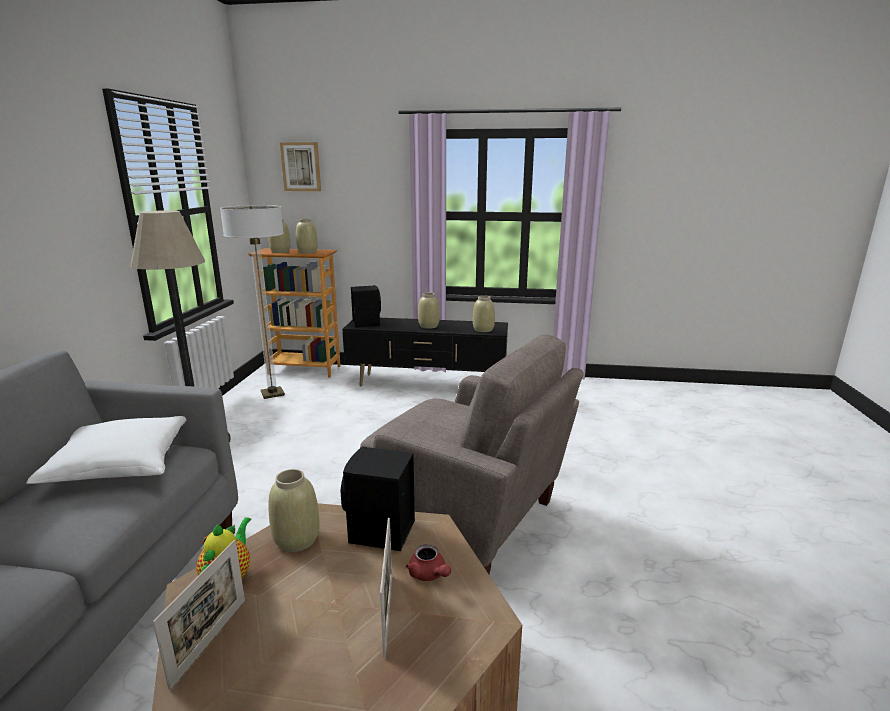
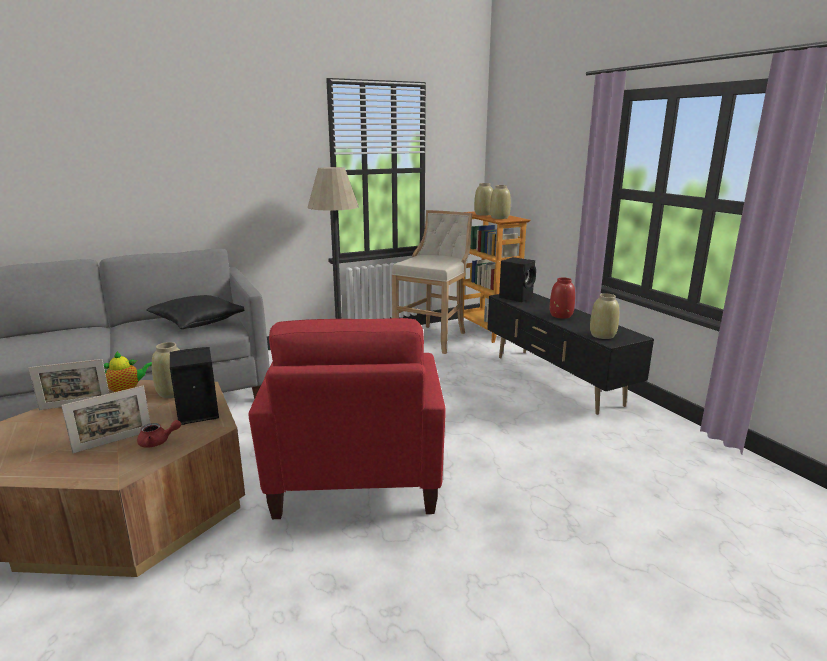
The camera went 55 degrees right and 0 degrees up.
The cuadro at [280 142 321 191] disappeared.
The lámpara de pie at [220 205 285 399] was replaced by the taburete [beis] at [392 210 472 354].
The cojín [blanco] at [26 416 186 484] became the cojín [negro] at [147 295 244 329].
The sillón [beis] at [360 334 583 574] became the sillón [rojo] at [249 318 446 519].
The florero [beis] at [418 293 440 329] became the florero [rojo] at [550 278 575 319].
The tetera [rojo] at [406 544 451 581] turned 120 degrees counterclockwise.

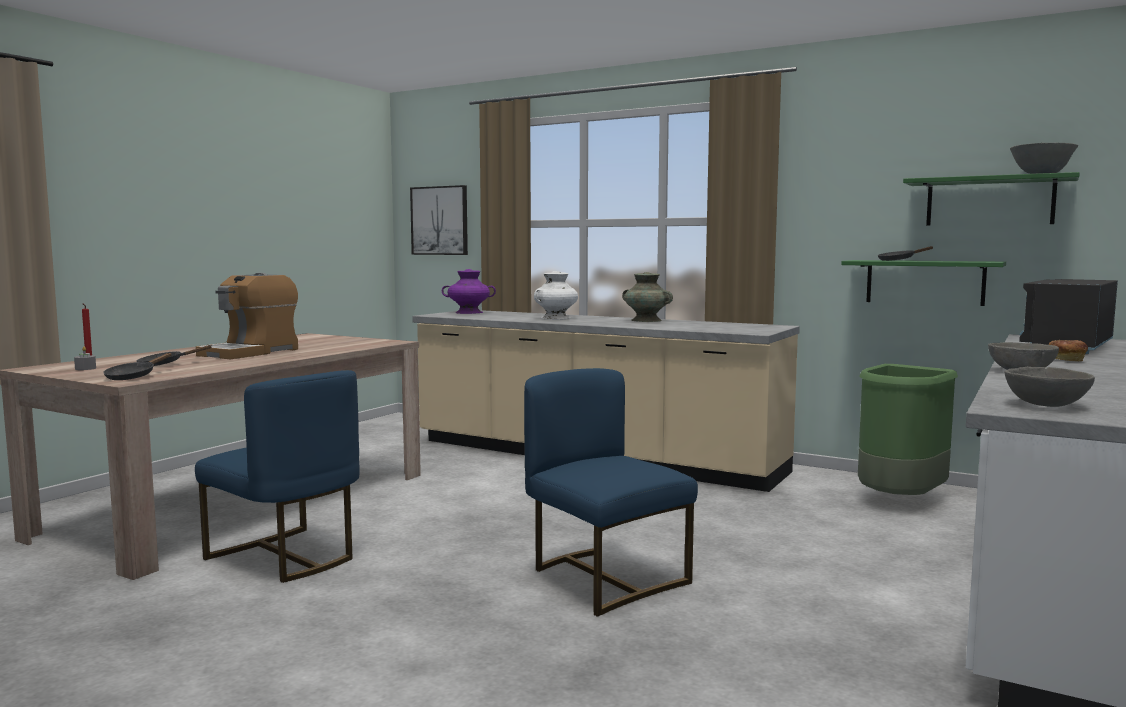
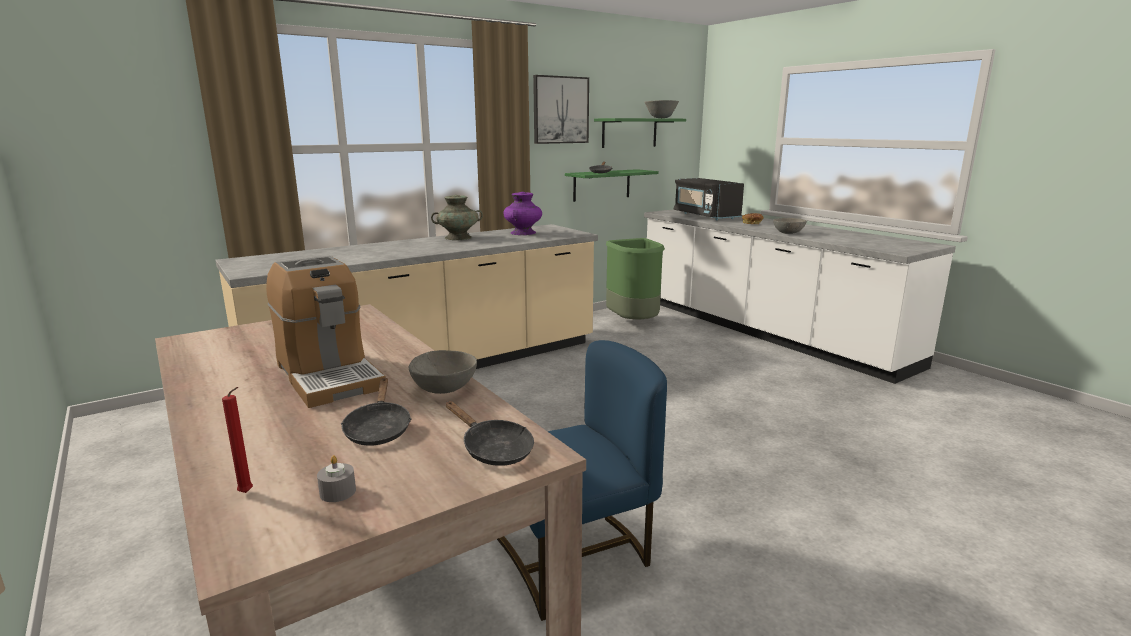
The camera went 65 degrees left and 10 degrees up.
The silla [azul] at [524 368 698 617] disappeared.
The florero [blanco] at [534 271 578 320] disappeared.
The cuadro moved from [410 185 468 255] to [533 75 589 144].
The florero [morado] moved from [442 269 496 314] to [503 192 542 235].
The cuenco [gris] moved from [1004 367 1095 407] to [409 350 477 394].

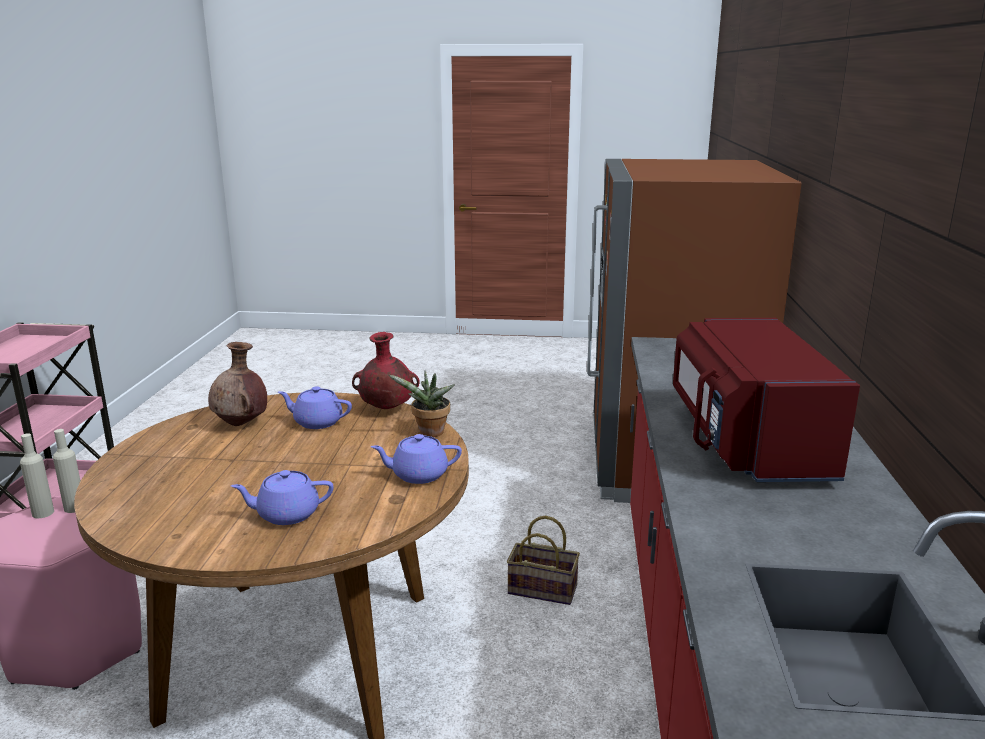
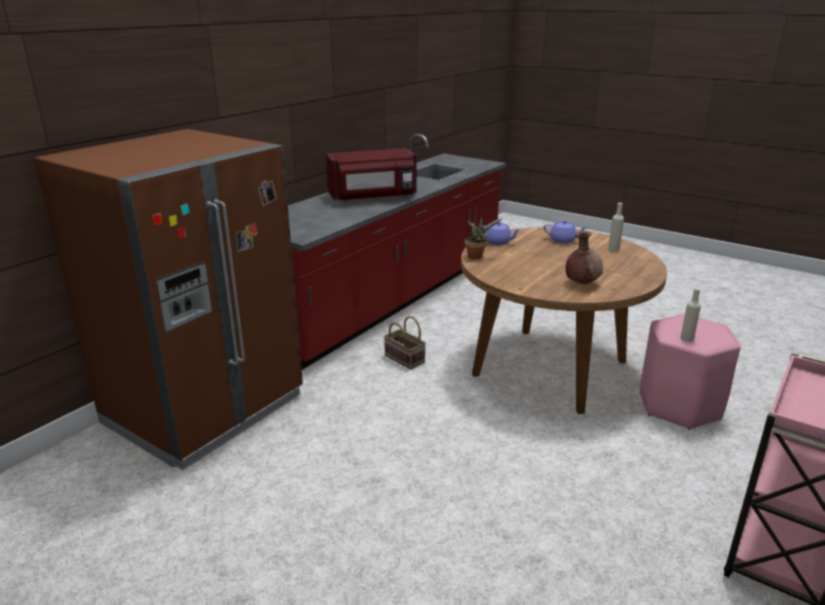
The camera went 150 degrees left and 5 degrees up.
The tetera [morado] at [278 386 352 429] disappeared.
The florero [rojo] at [352 332 420 409] disappeared.
The botella [beis] moved from [20 433 54 518] to [608 203 624 251].
The microondas [rojo] at [673 318 860 482] turned 45 degrees clockwise.

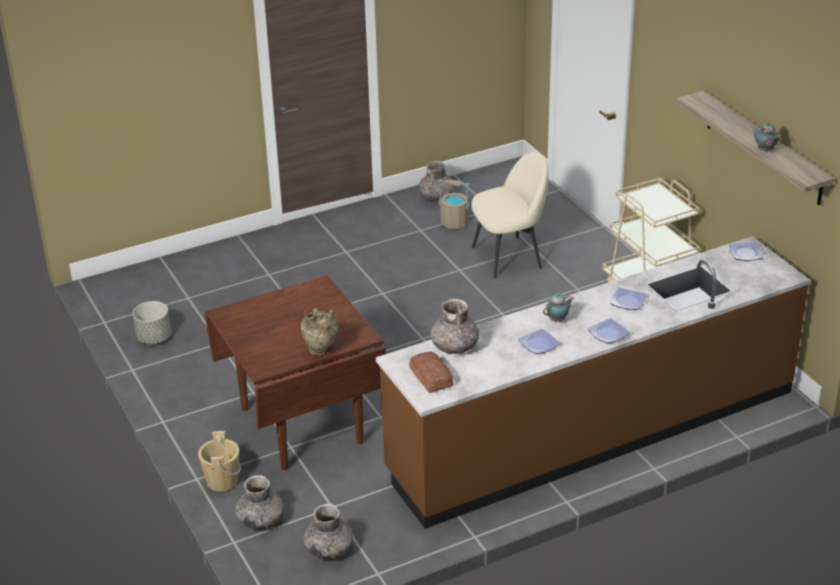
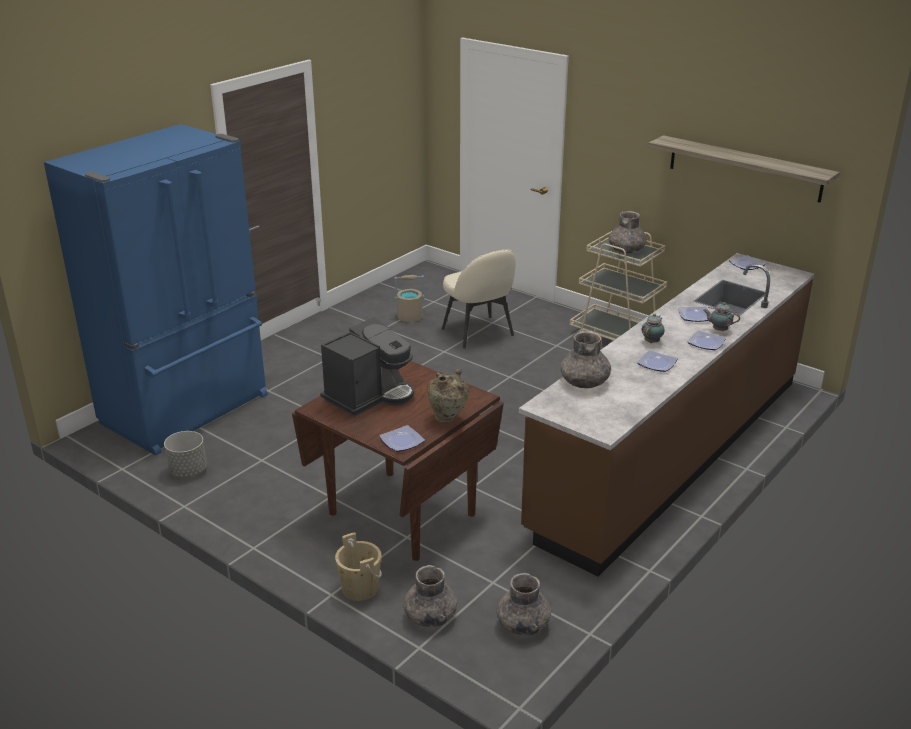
The camera went 25 degrees left and 5 degrees down.
The pan at [409 352 453 393] disappeared.
The nevera [azul] at [44 124 268 456] appeared.
The cafetera at [320 317 414 417] appeared.
The plato at [379 425 425 452] appeared.
The florero [gris] moved from [418 161 454 201] to [609 211 647 253].
The tetera moved from [751 122 782 151] to [703 302 740 331].
The silla [beis] at [471 152 549 279] turned 105 degrees clockwise.

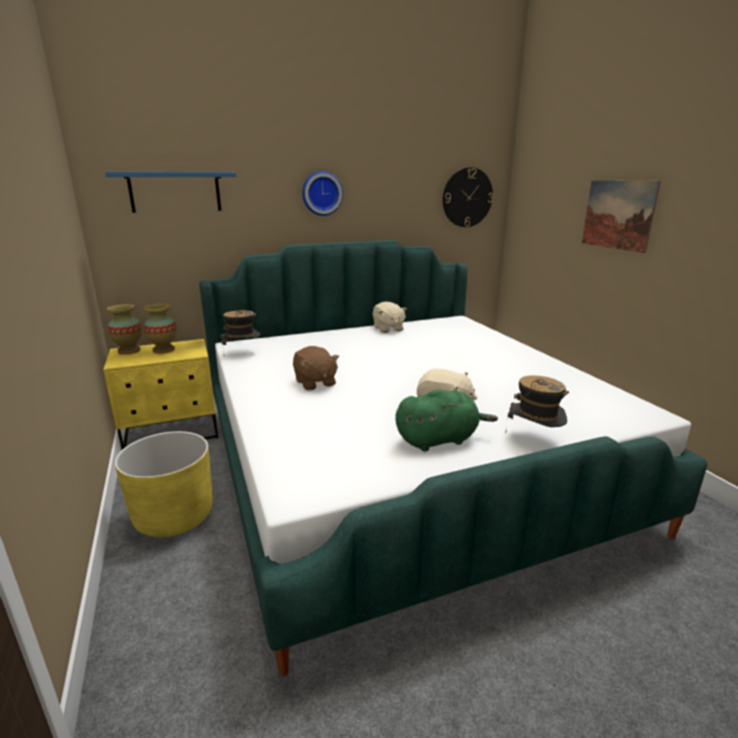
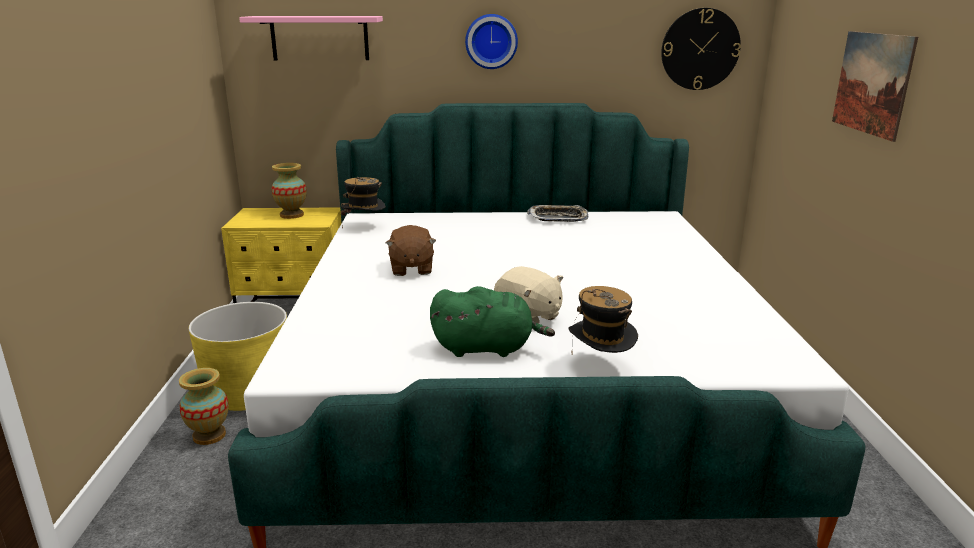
The camera went 20 degrees right and 0 degrees up.
The florero moved from [107 304 142 355] to [179 368 229 445].
The peluche [beis] at [373 301 407 333] was replaced by the bandeja at [527 205 588 222].
The estante [azul] at [105 172 236 213] became the estante [rosa] at [239 16 383 60].

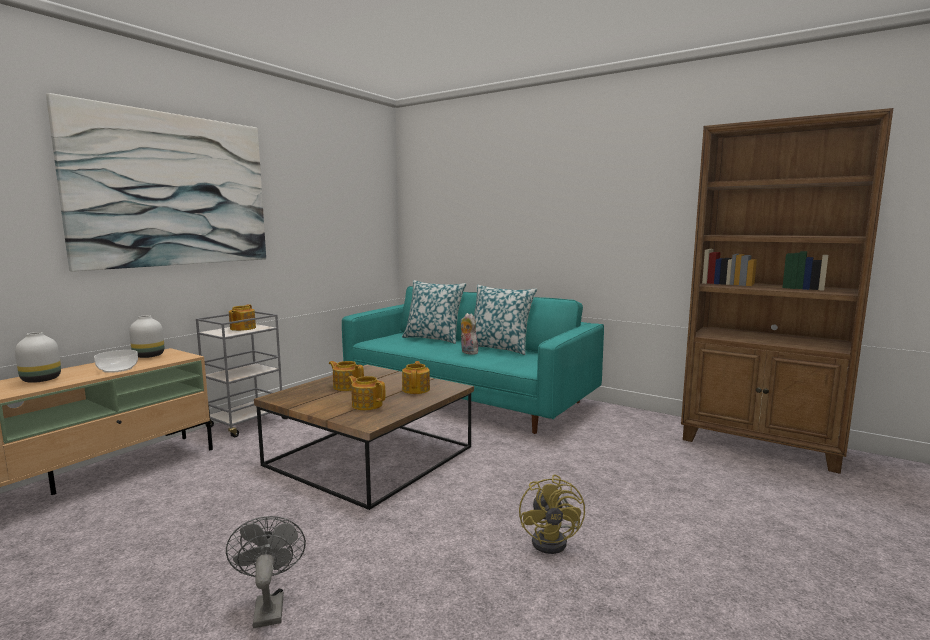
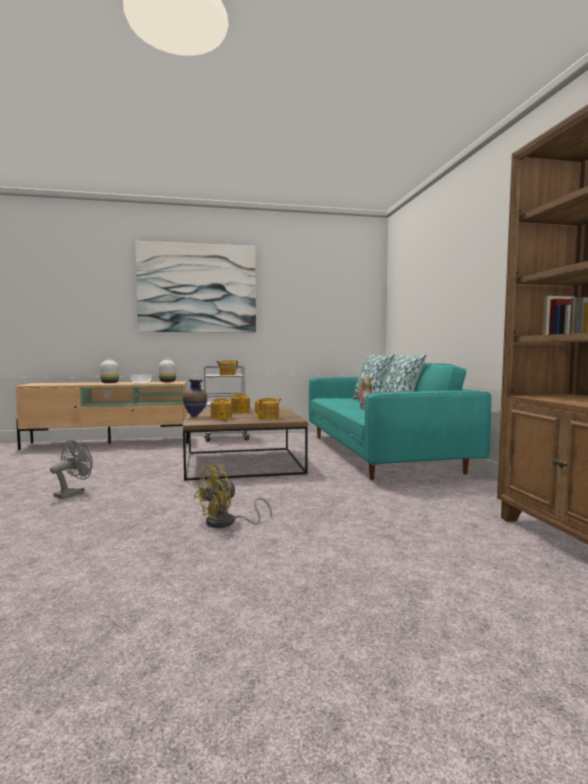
The camera went 45 degrees right and 5 degrees down.
The florero at [183 379 207 417] appeared.

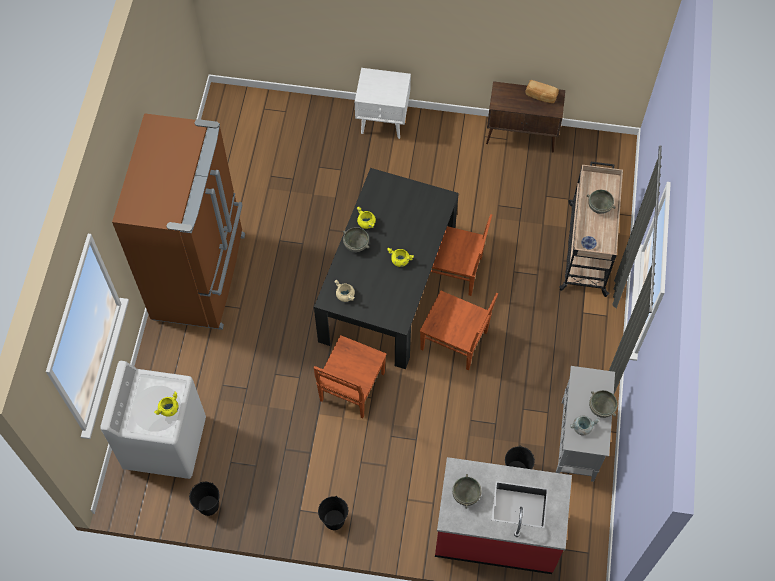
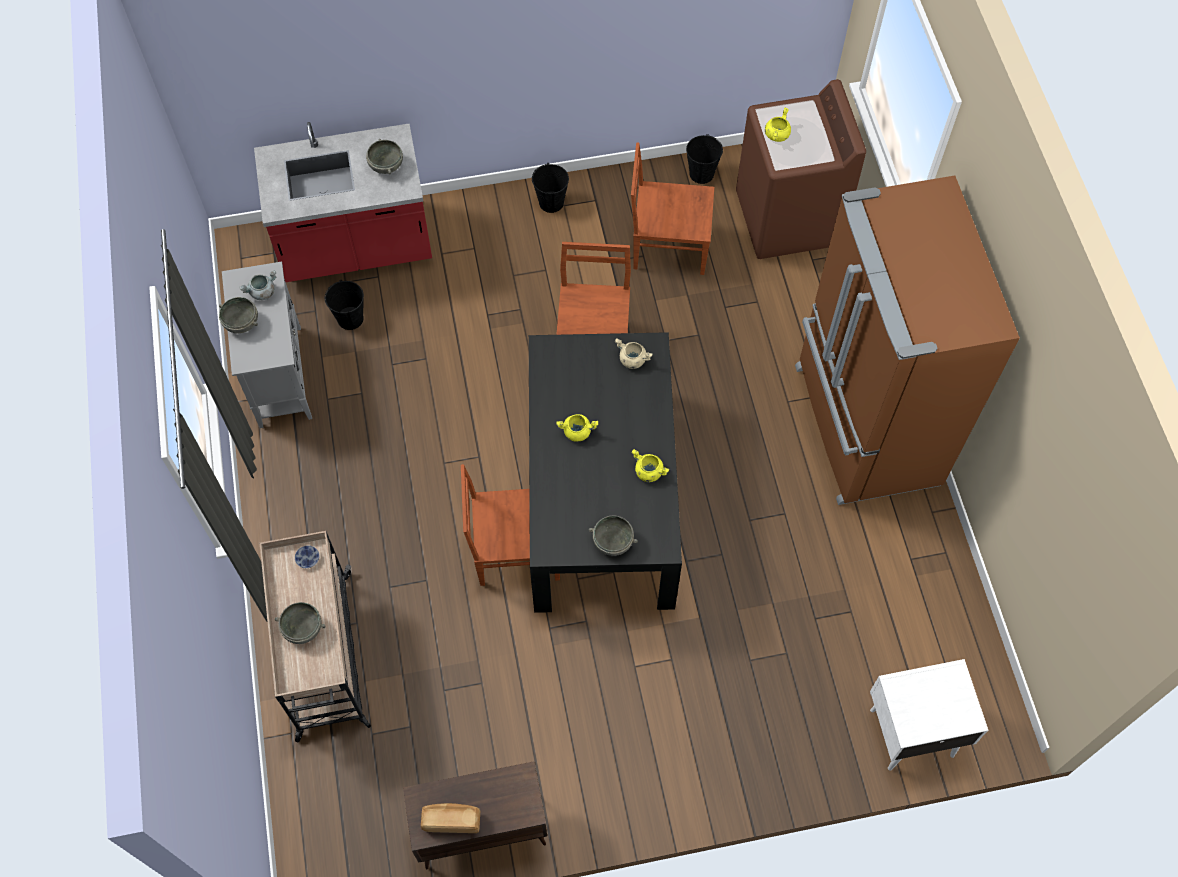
The camera went 160 degrees right and 0 degrees up.
The cuenco [gris] moved from [343 227 369 252] to [589 516 638 556].
The mesita de noche [blanco] moved from [355 68 411 139] to [870 659 988 771].
The silla [marrón] moved from [420 290 498 370] to [631 142 714 275].
The lavadora [blanco] at [100 361 206 479] became the lavadora [marrón] at [736 79 866 259].

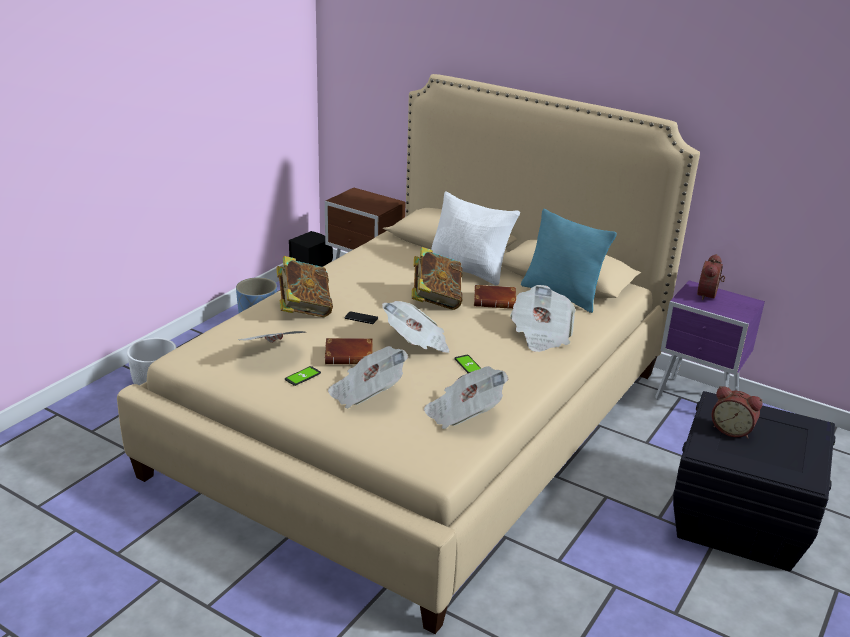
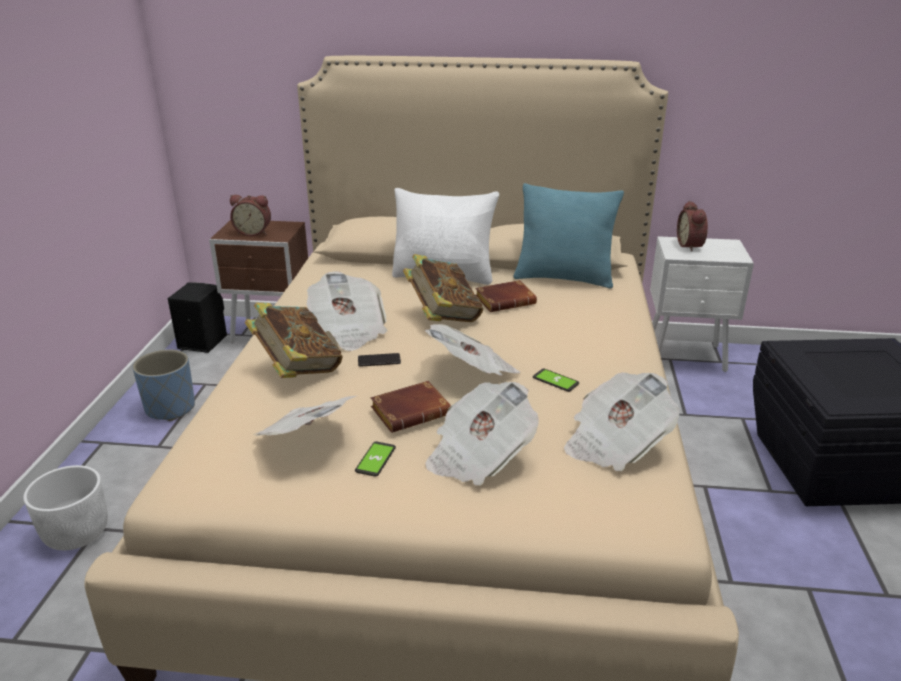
The camera went 25 degrees left and 0 degrees up.
The periódico moved from [510 285 576 352] to [307 271 387 351].
The despertador moved from [712 386 763 439] to [230 195 271 236].
The mesita de noche [morado] at [655 280 765 400] became the mesita de noche [blanco] at [650 236 754 372].

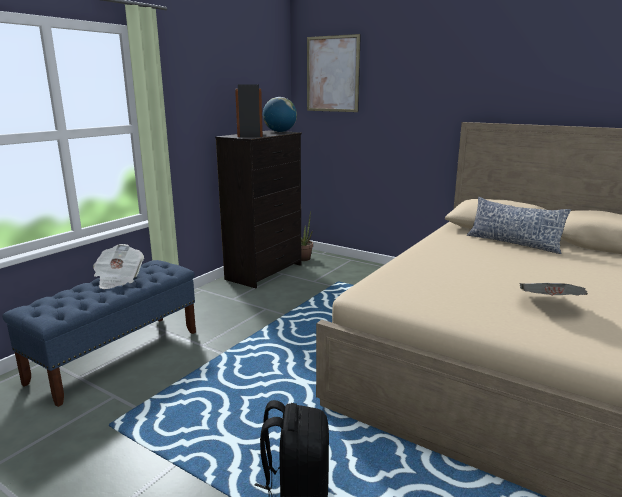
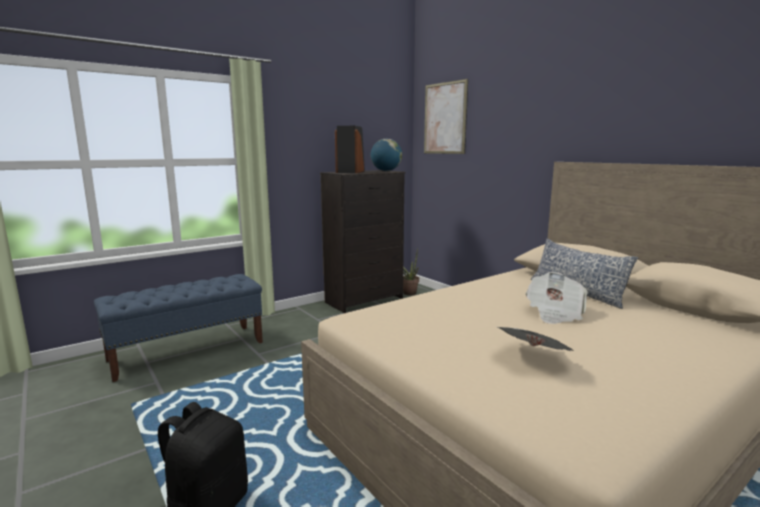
The camera went 20 degrees right and 5 degrees down.
The periódico moved from [93 244 144 289] to [525 272 588 324].

